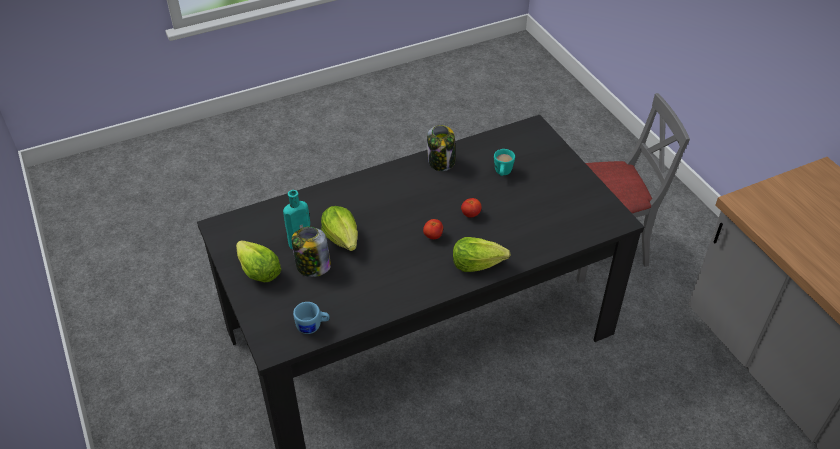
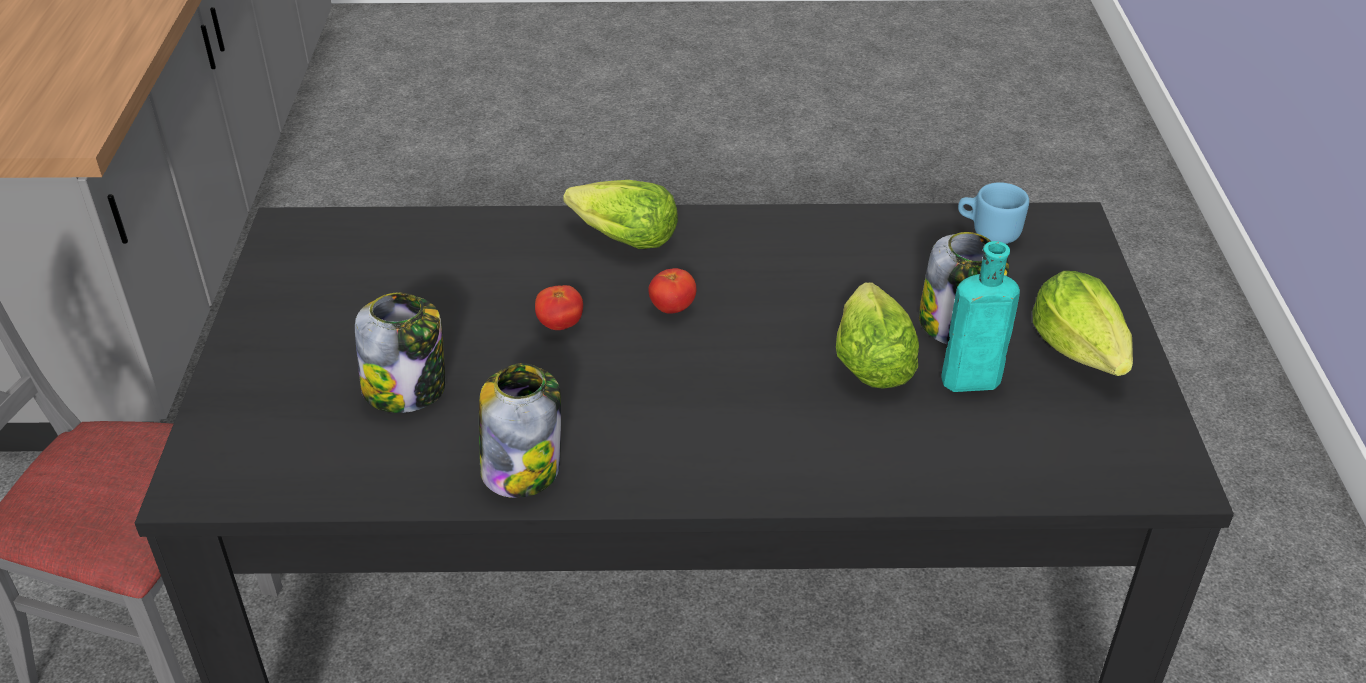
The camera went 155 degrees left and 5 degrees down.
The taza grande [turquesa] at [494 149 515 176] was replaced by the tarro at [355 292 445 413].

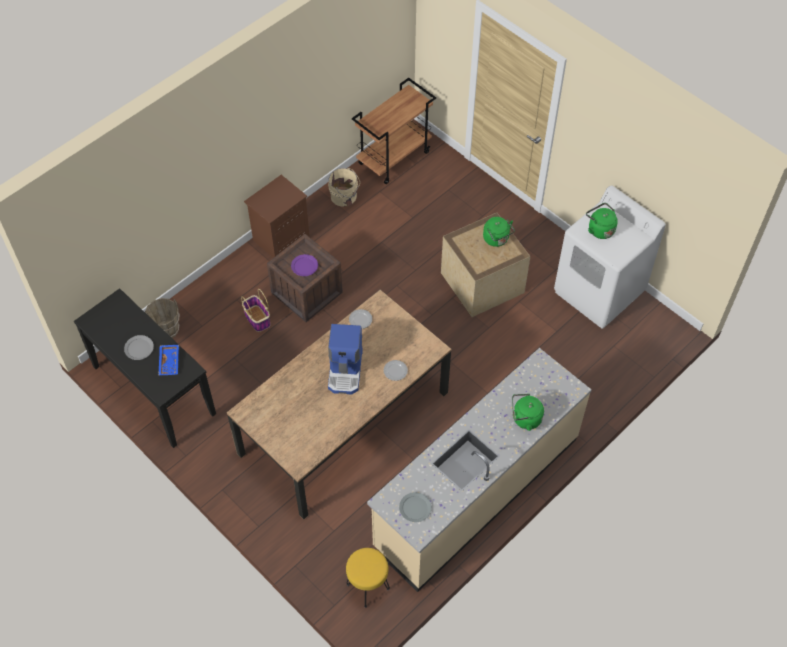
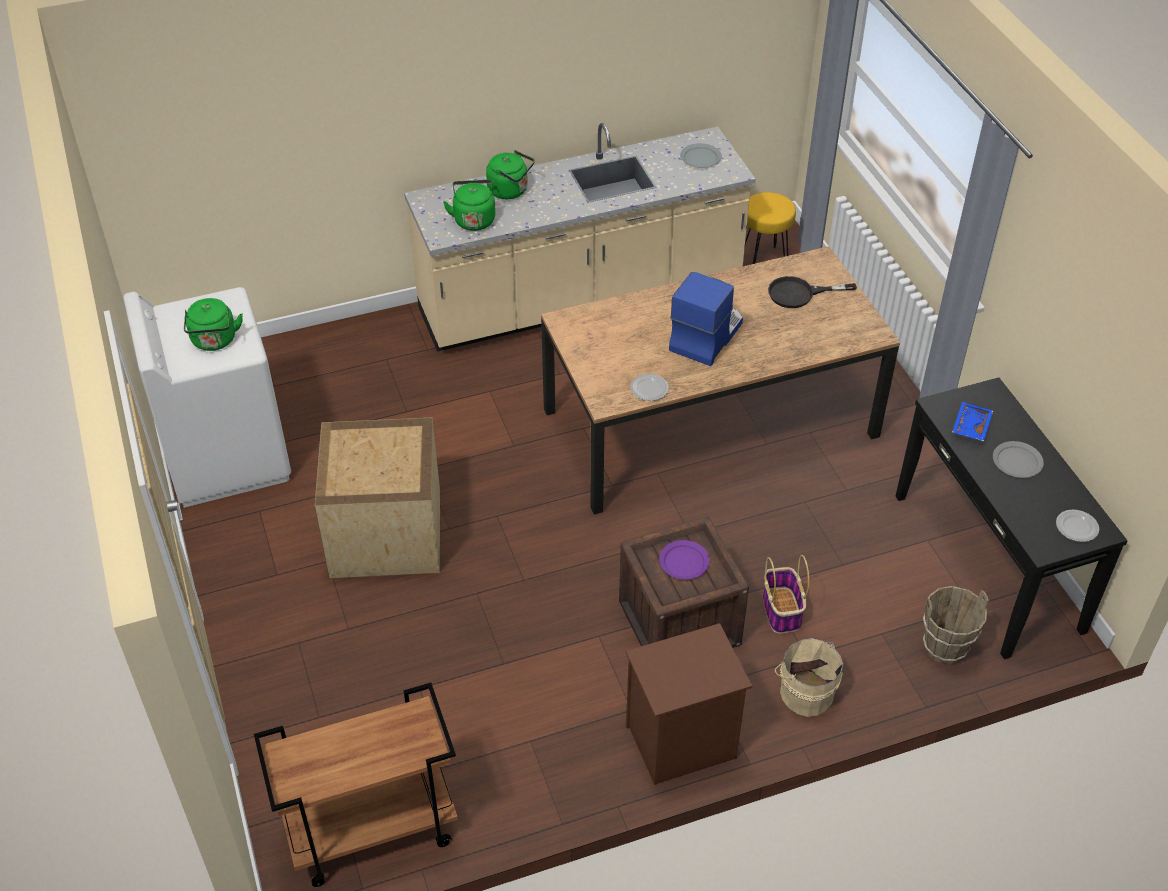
The camera went 155 degrees left and 10 degrees down.
The sartén [negro] at [768 276 857 308] appeared.
The cubo [beis] moved from [328 168 360 207] to [775 638 843 717].
The plato moved from [384 360 408 381] to [1056 509 1099 542].
The hervidor [verde] moved from [483 217 515 247] to [443 180 495 231].

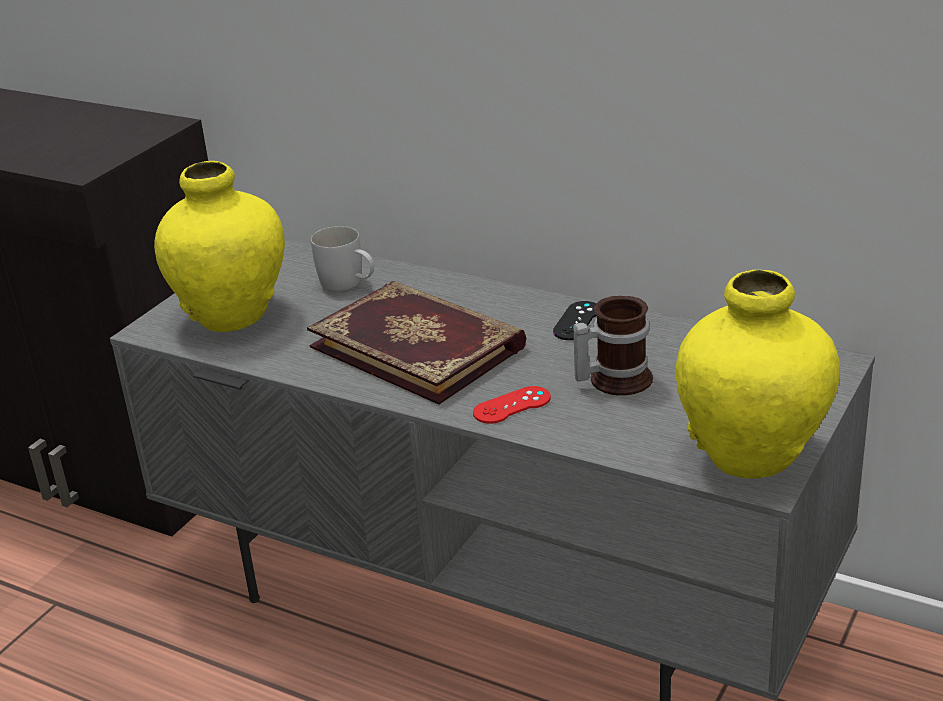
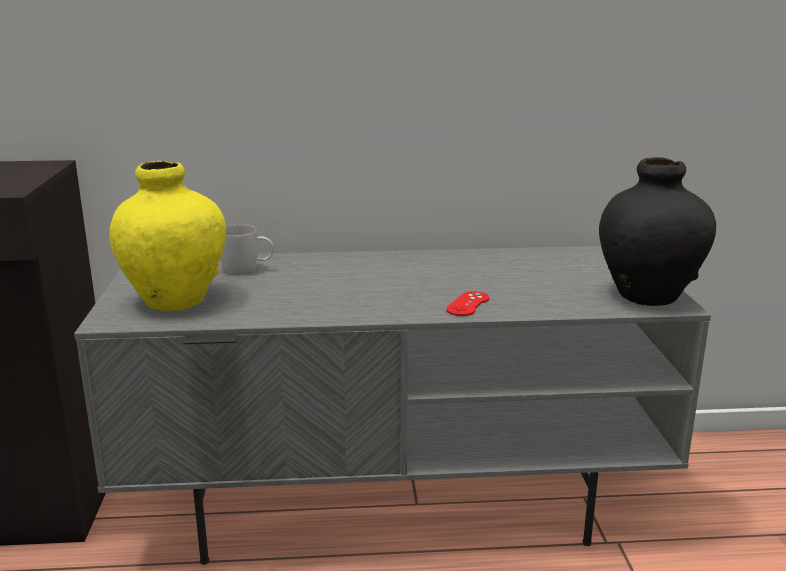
The camera went 35 degrees left and 10 degrees down.
The libro at [307 281 526 405] disappeared.
The mando de consola [negro] at [553 301 597 340] disappeared.
The taza grande at [573 296 653 396] disappeared.
The florero [amarillo] at [676 270 840 479] became the florero [negro] at [599 157 716 306].

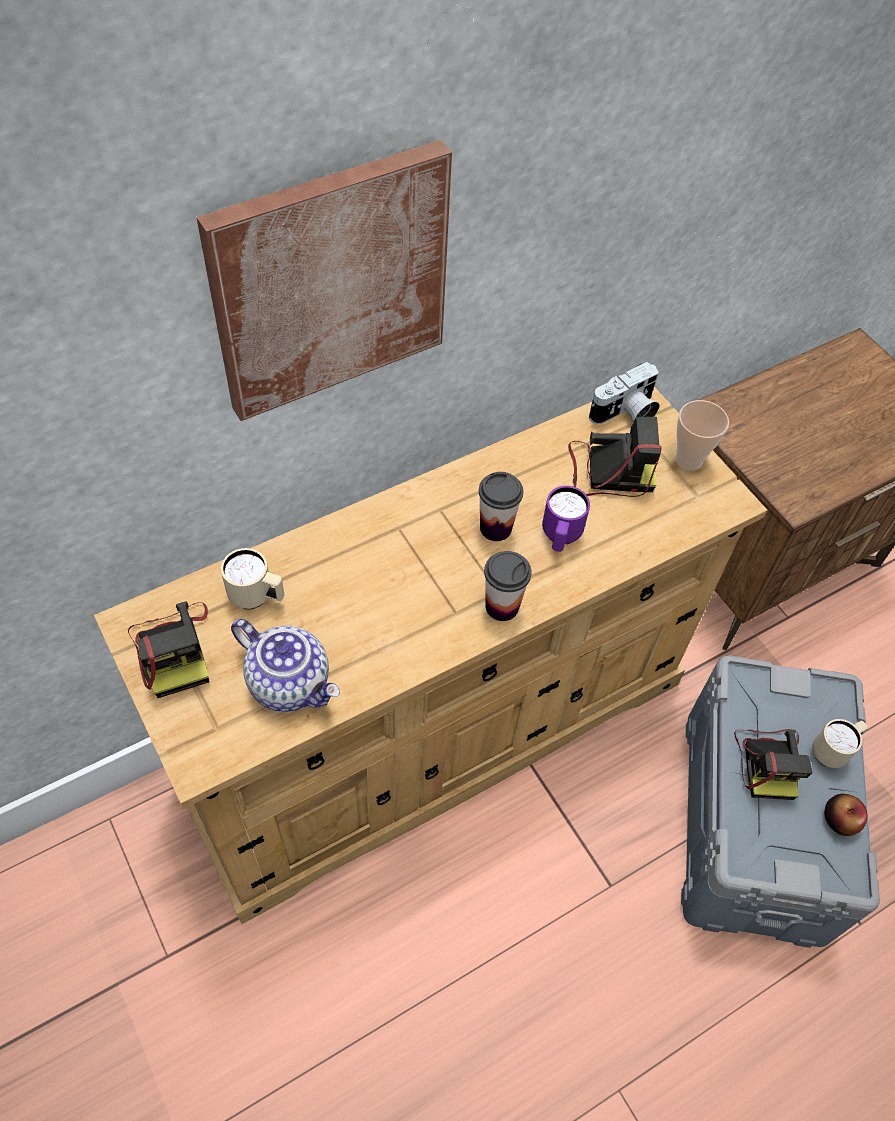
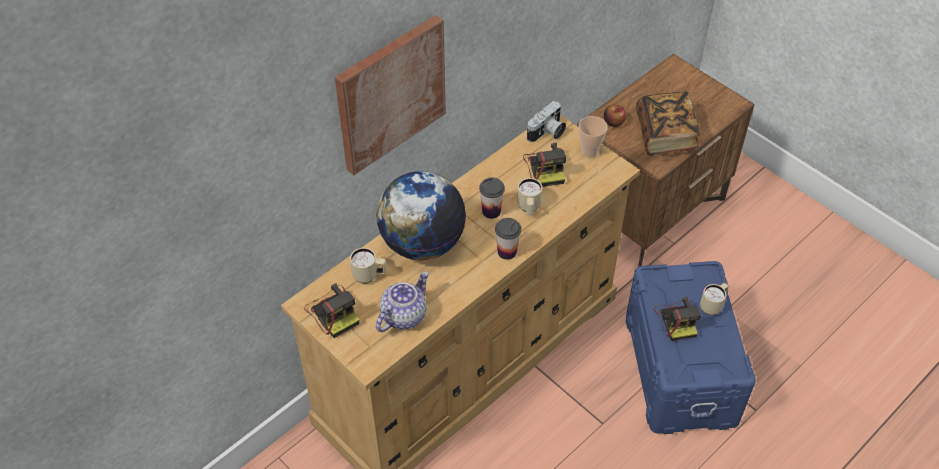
The camera went 10 degrees left and 5 degrees down.
The globo terráqueo at [376 171 466 260] appeared.
The libro at [636 91 700 156] appeared.
The manzana moved from [825 794 868 836] to [604 105 626 127].
The taza grande [morado] at [542 486 590 552] became the taza grande [beis] at [517 178 542 216].
The caja de almacenaje [gris] at [681 655 880 948] became the caja de almacenaje [azul] at [626 261 756 434].
The tetera at [231 619 340 712] turned 75 degrees counterclockwise.
The cámara at [568 417 662 497] turned 90 degrees clockwise.

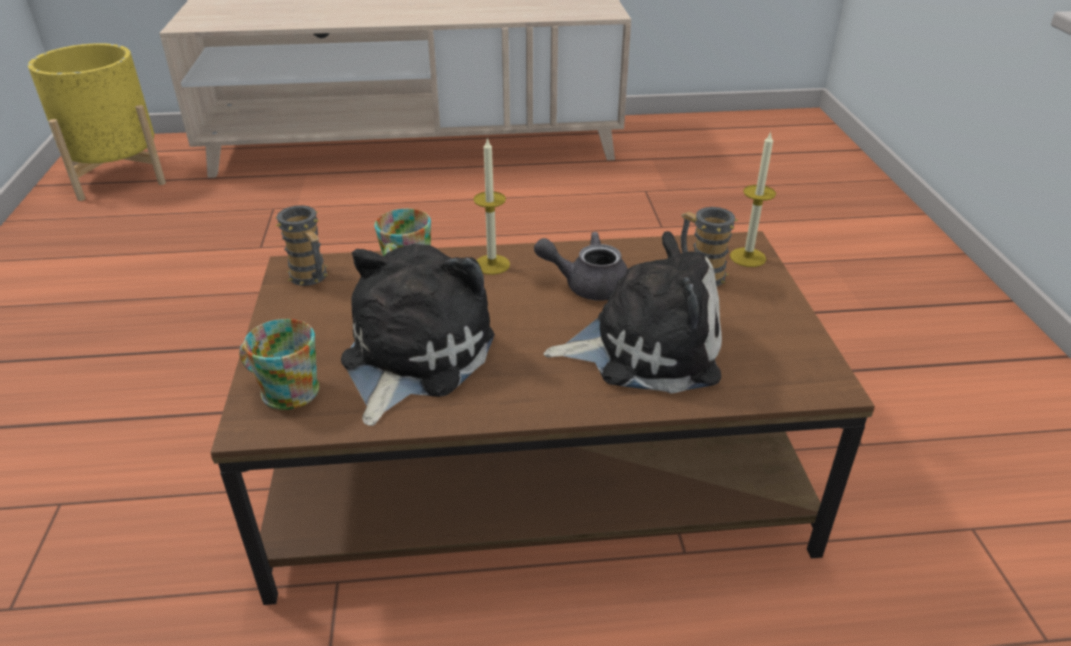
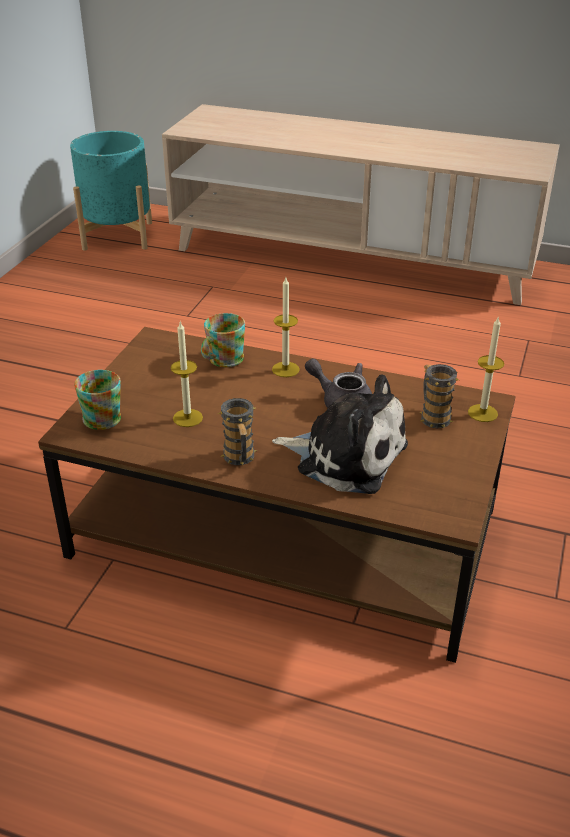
The camera went 25 degrees right and 0 degrees up.
The taza grande moved from [275 205 328 286] to [218 398 257 465].
The peluche at [341 244 495 426] was replaced by the vela at [171 321 203 427].
The maceta [amarillo] at [28 43 166 201] became the maceta [turquesa] at [70 131 152 251].

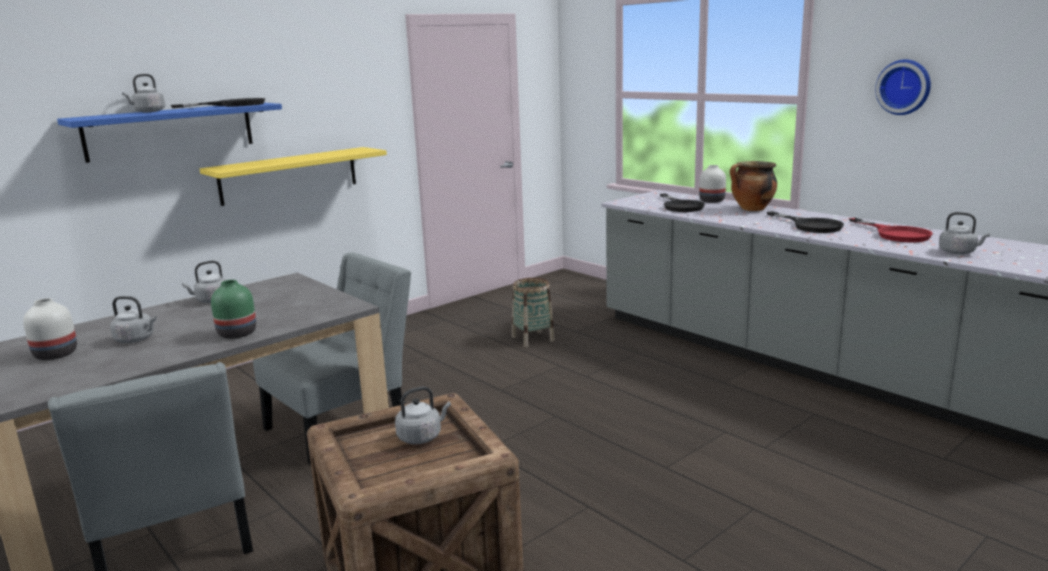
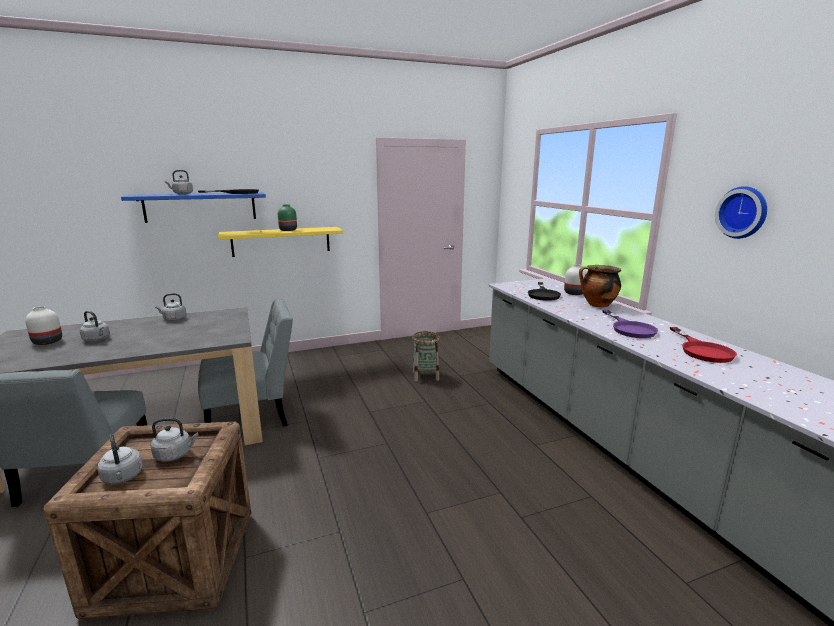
The camera went 20 degrees right and 0 degrees up.
The florero [verde] moved from [211 280 256 339] to [278 204 297 231].
The hervidor [gris] moved from [939 212 990 254] to [97 434 143 484].
The sartén [negro] at [767 211 844 233] became the sartén [morado] at [602 310 658 338].

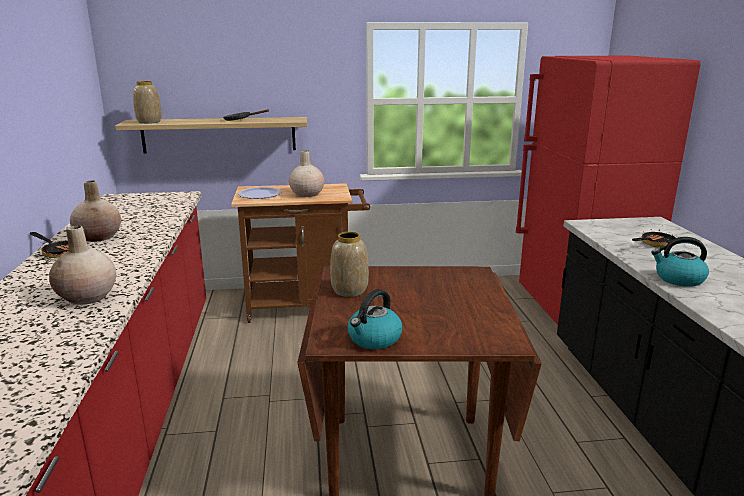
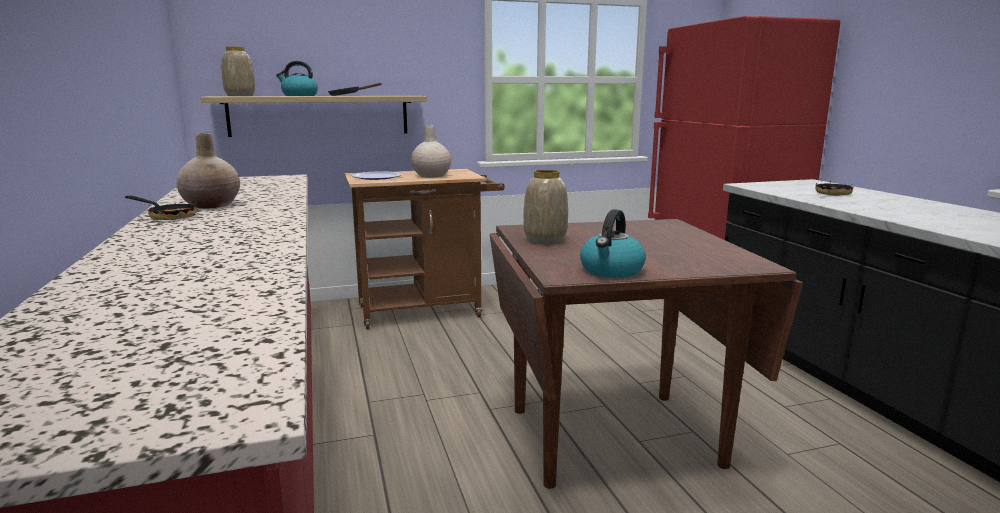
The camera went 10 degrees left and 5 degrees down.
The florero [beis] at [49 225 116 305] disappeared.
The hervidor moved from [651 237 709 287] to [276 61 318 96].

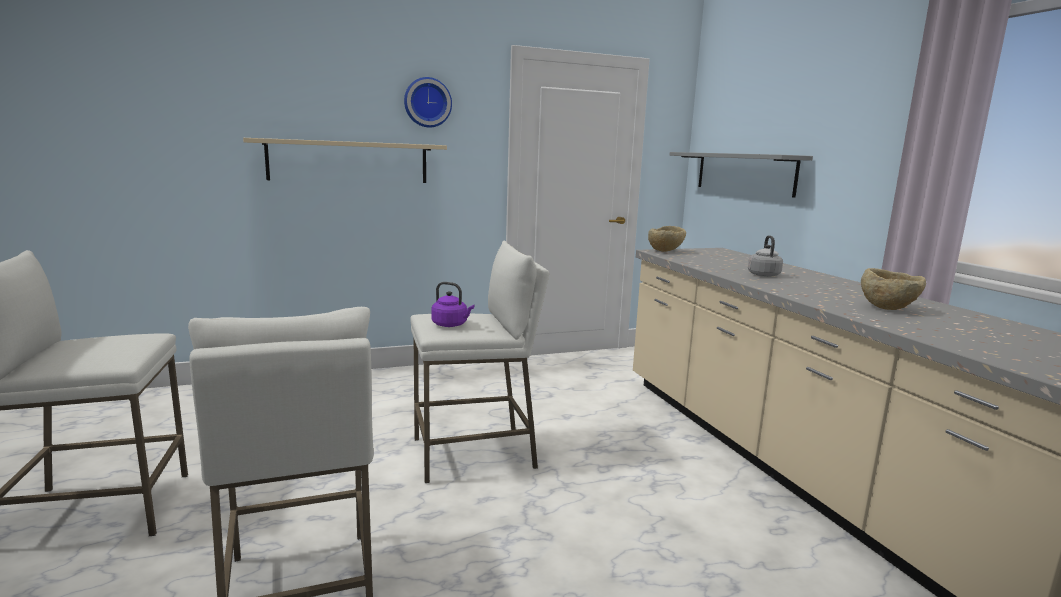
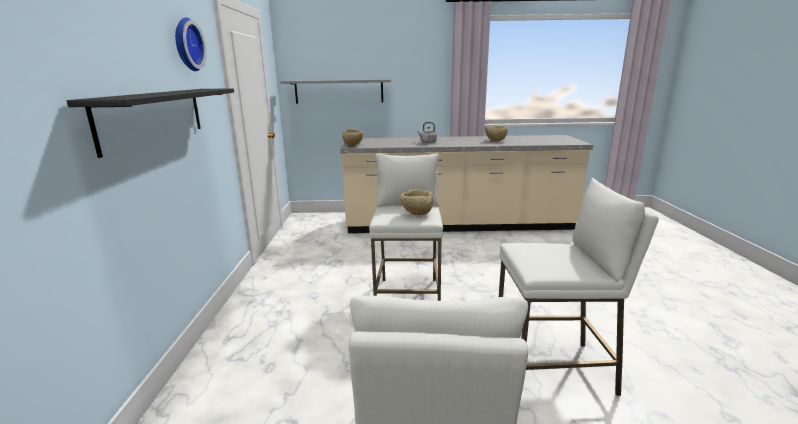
The camera went 70 degrees left and 5 degrees up.
The hervidor [morado] at [431 282 474 327] was replaced by the cuenco [beis] at [400 189 434 215].
The estante [beis] at [243 138 447 183] became the estante [negro] at [67 88 234 158].

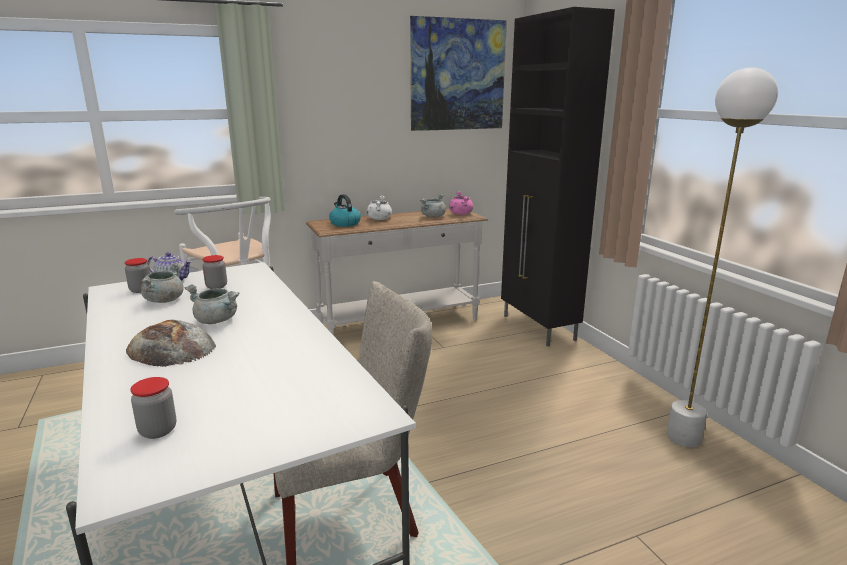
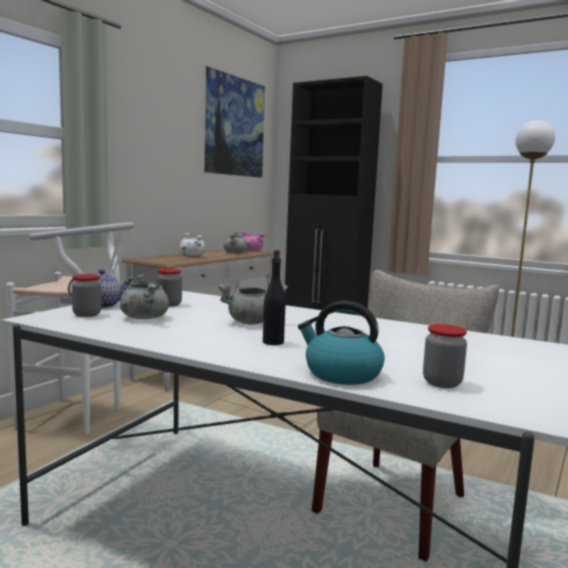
The camera went 35 degrees left and 10 degrees down.
The hervidor moved from [329 194 361 227] to [298 301 385 385].
The pan at [126 320 216 367] was replaced by the botella [negro] at [263 250 286 345].

